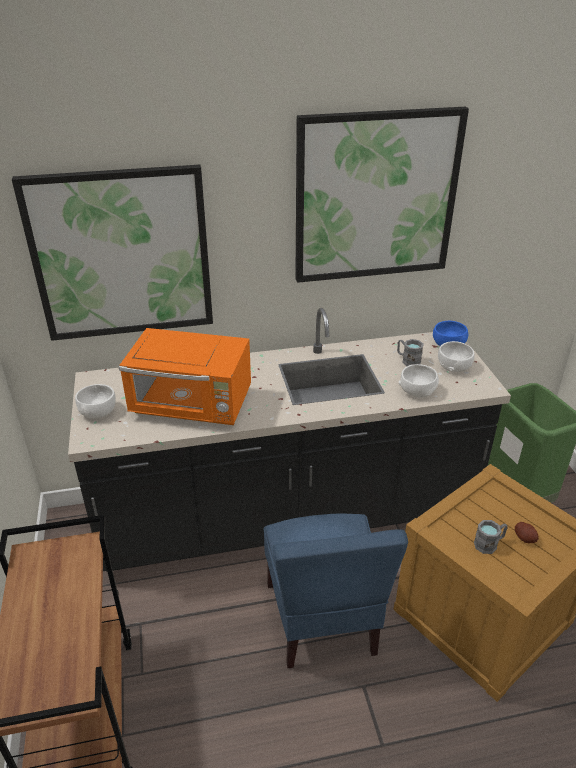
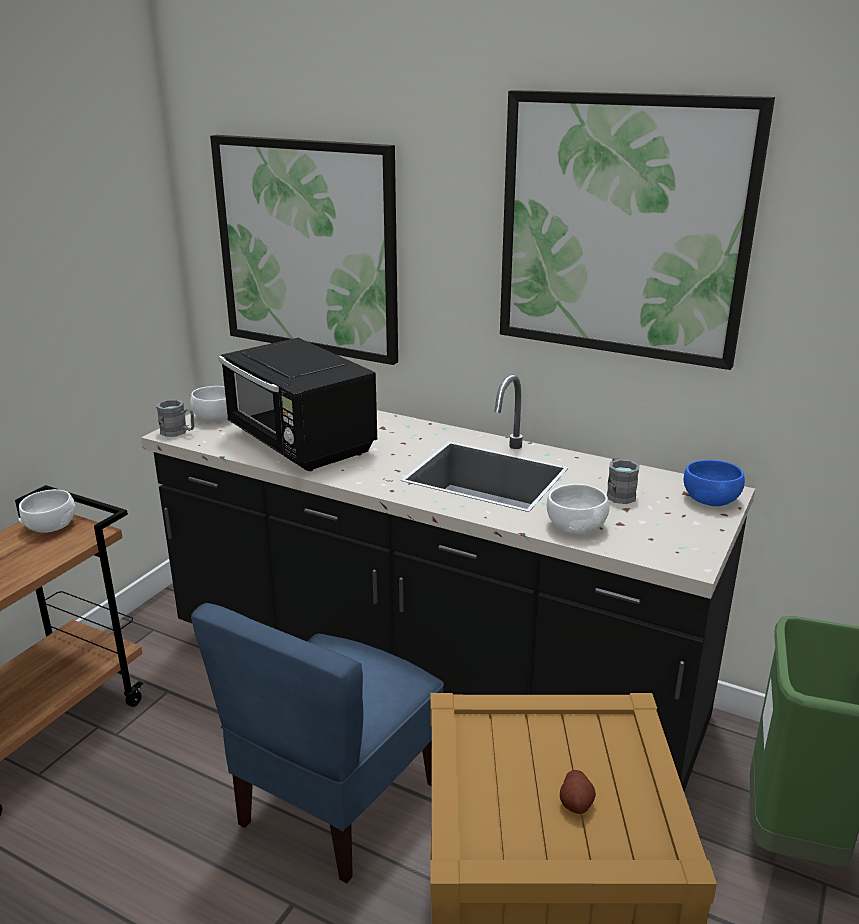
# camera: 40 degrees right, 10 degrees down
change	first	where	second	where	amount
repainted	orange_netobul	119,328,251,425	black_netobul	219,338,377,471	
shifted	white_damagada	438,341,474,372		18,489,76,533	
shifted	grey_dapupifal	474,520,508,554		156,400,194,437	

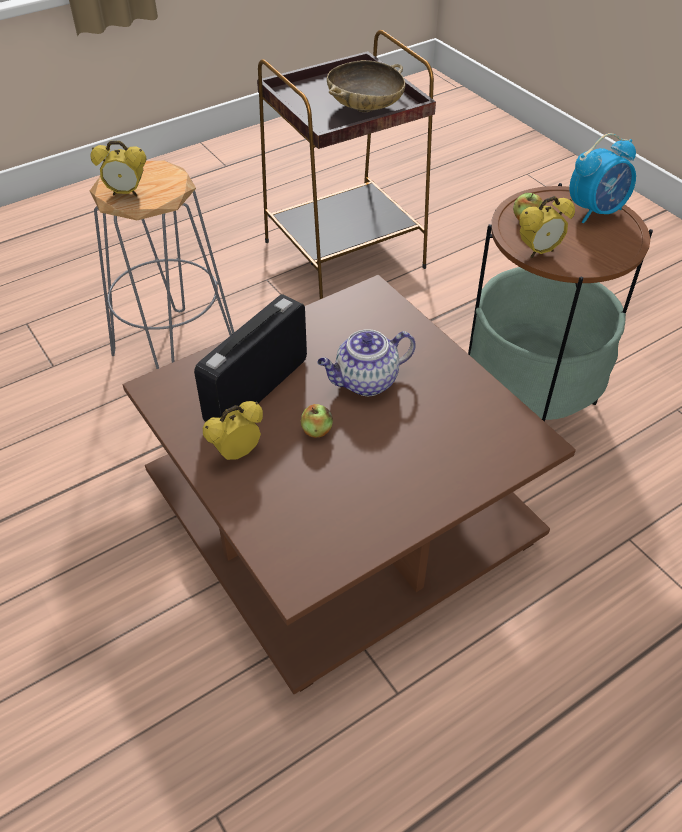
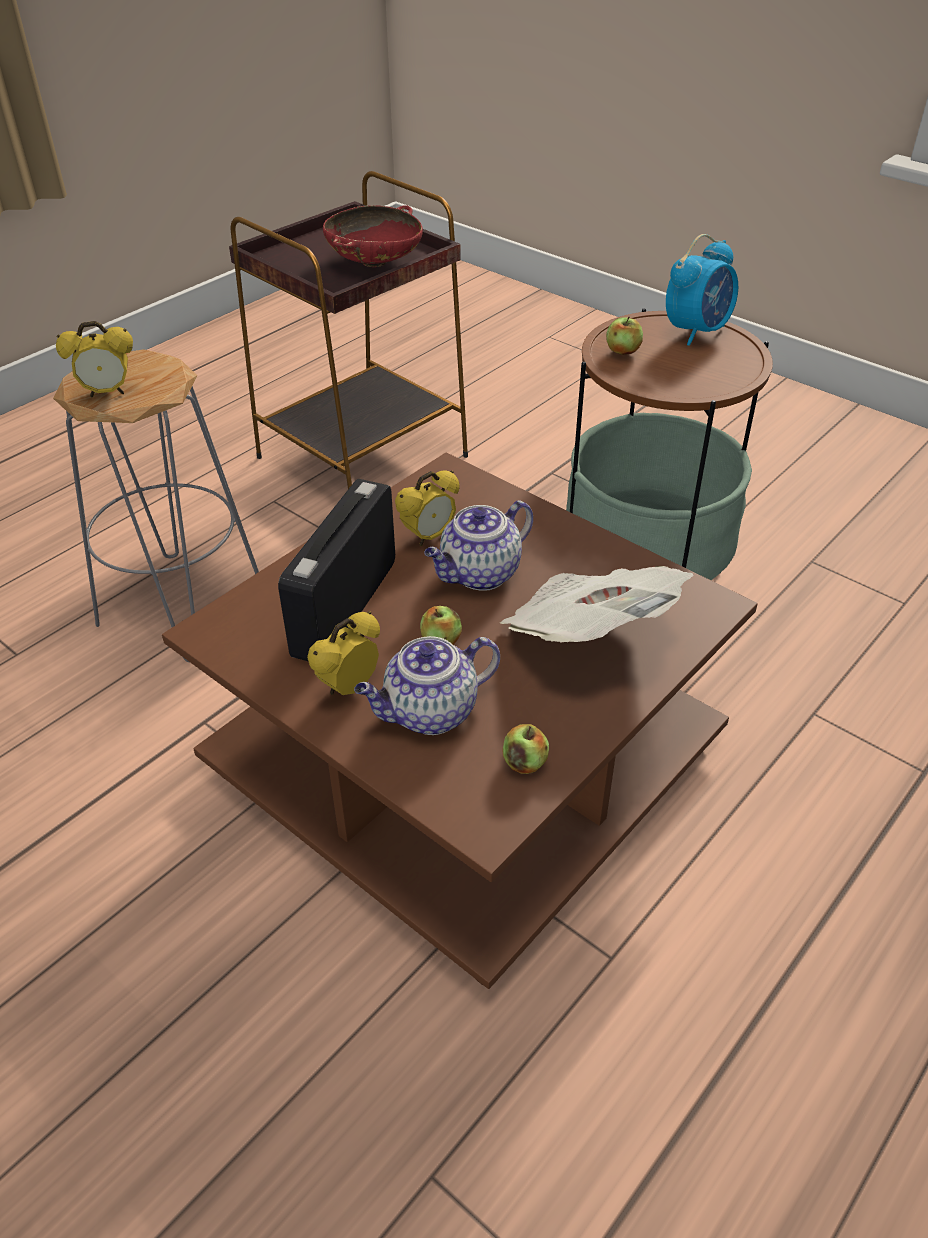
# camera: 15 degrees left, 5 degrees down
change	first	where	second	where	amount
repainted	beige_damagada	327,60,405,112	red_damagada	323,205,423,267	
shifted	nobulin	519,196,575,258		395,470,460,546	
new			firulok	500,566,694,642	
new			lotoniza	354,636,500,735	
new			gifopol	502,724,549,774	

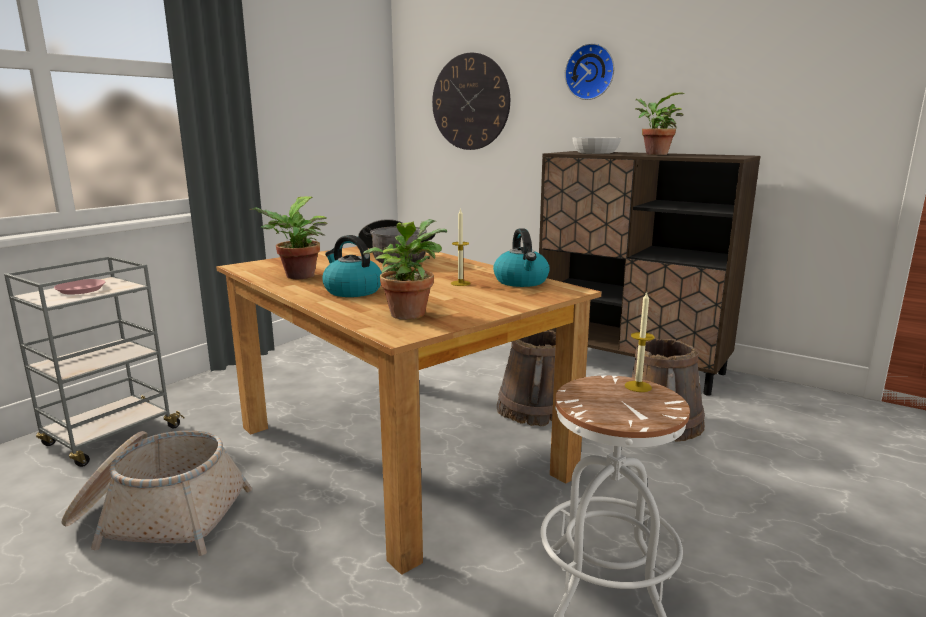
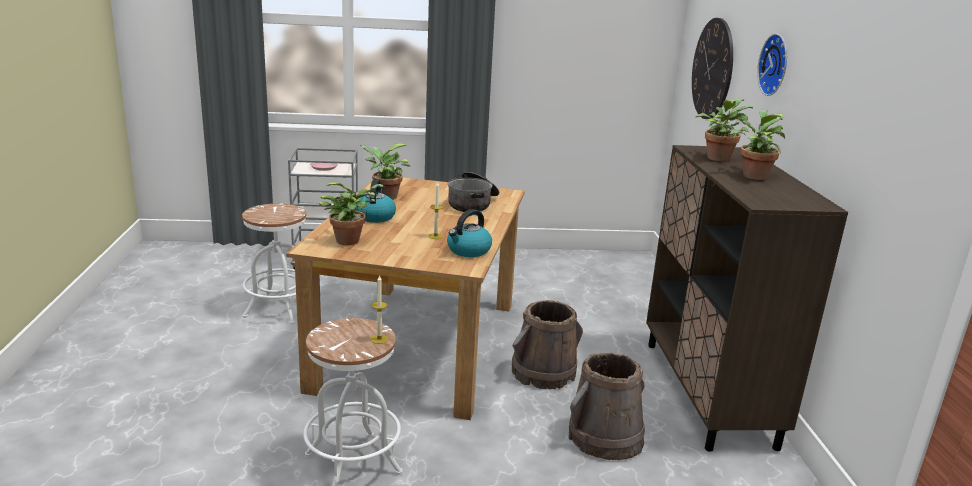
# camera: 50 degrees right, 5 degrees up
change	first	where	second	where	amount
swapped	white_damagada	572,137,621,154	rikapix	695,98,753,162	
swapped	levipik	61,430,252,556	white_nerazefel	242,203,306,325	

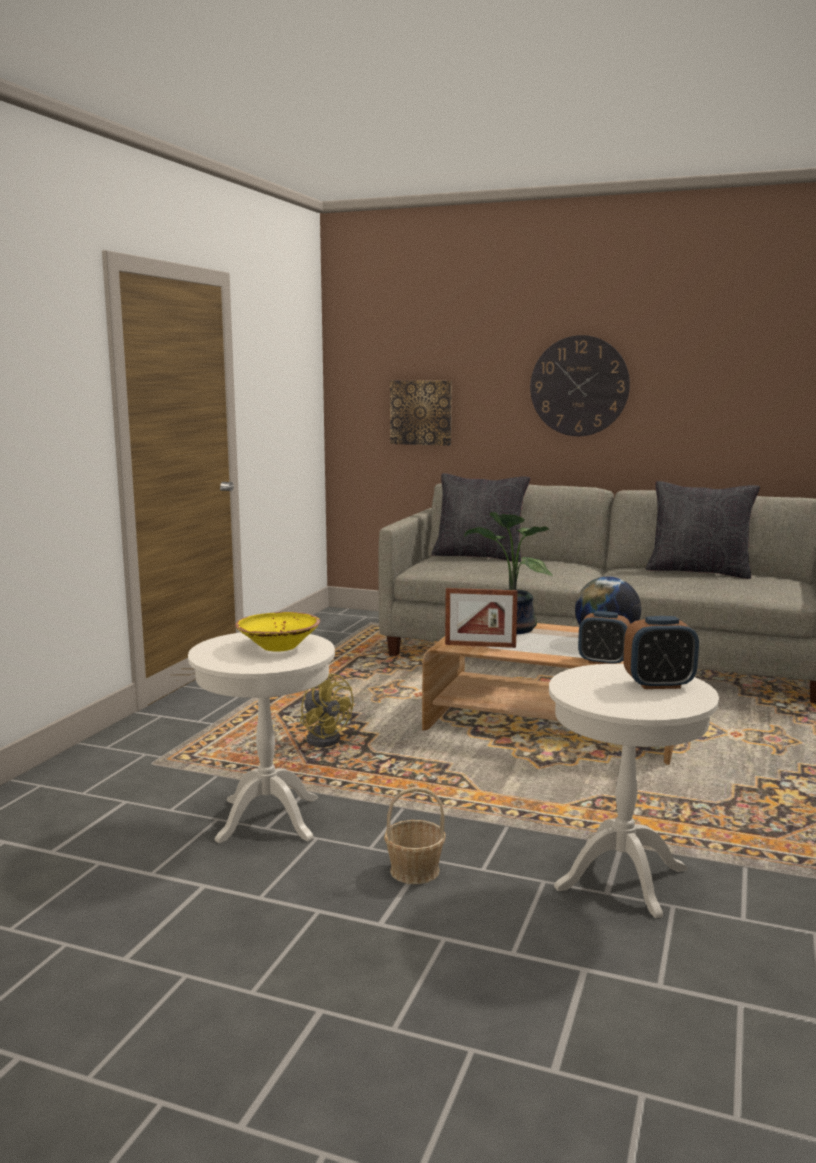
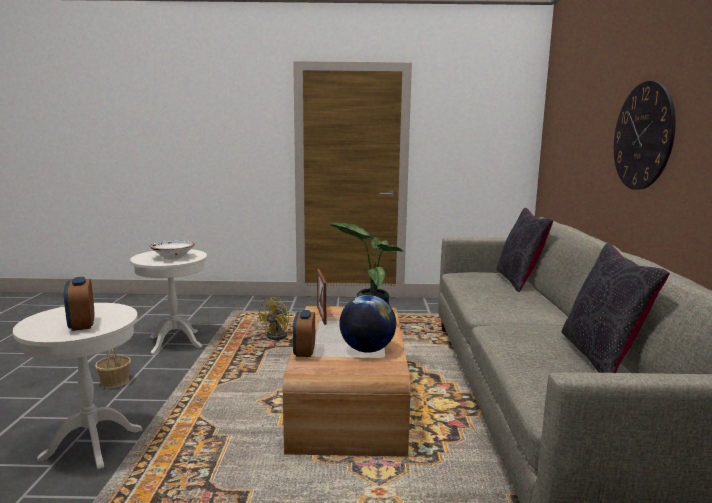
# camera: 70 degrees right, 0 degrees up
change	first	where	second	where	amount
gone	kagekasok	390,380,452,446			
repainted	yellow_damagada	236,612,320,652	white_damagada	150,241,195,259	

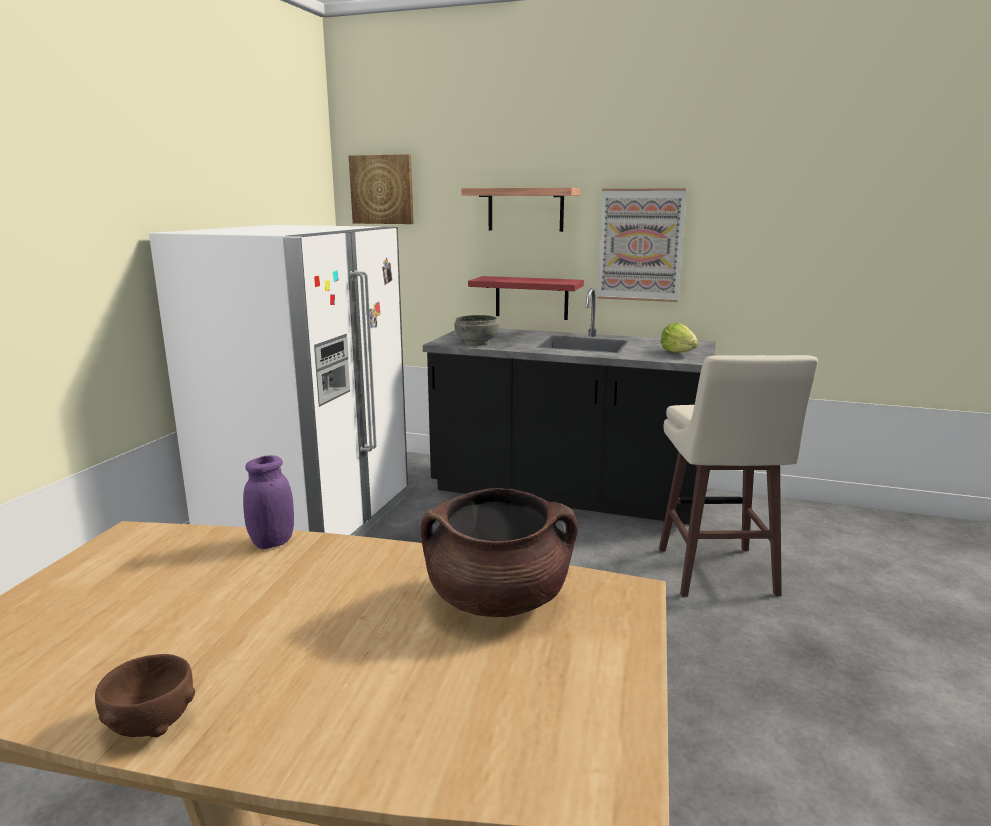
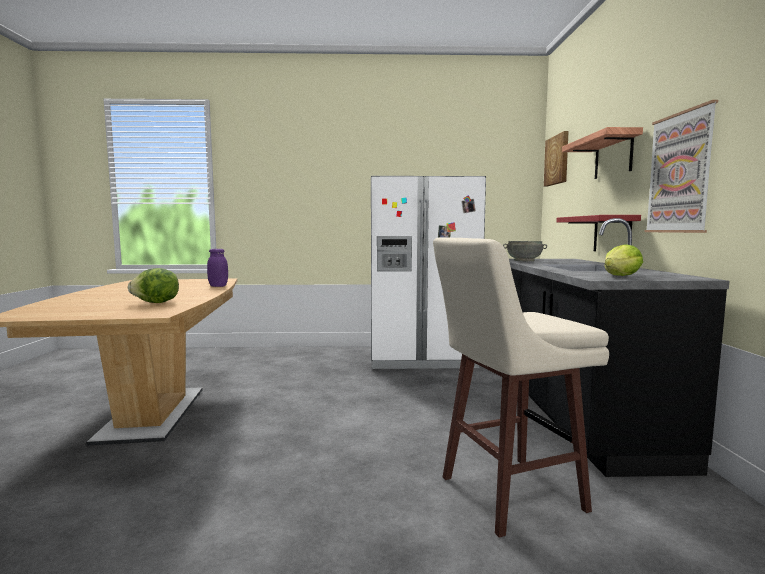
# camera: 70 degrees right, 10 degrees down
change	first	where	second	where	amount
swapped	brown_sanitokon	421,488,578,617	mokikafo	128,268,179,303	
gone	brown_damagada	95,654,195,737			

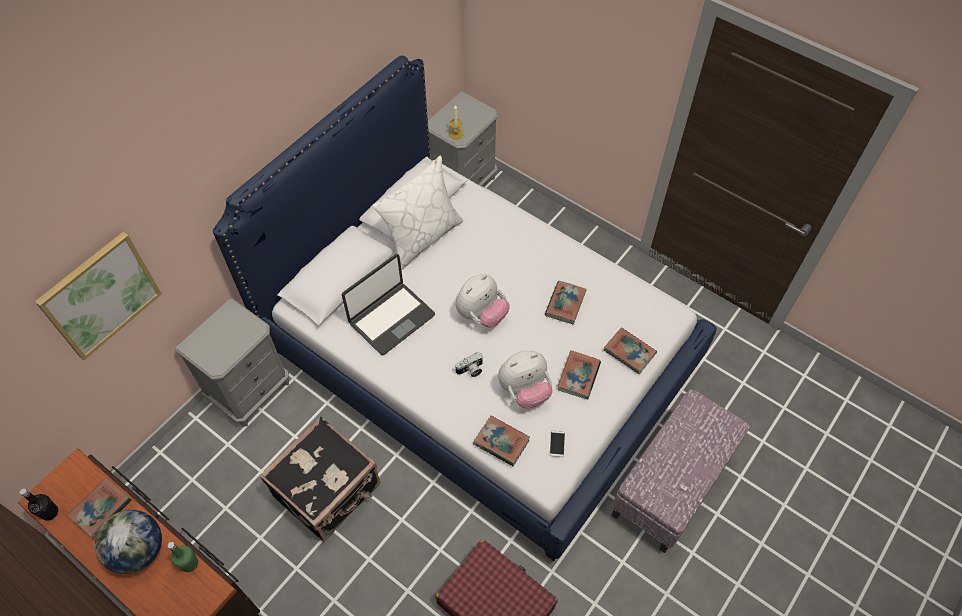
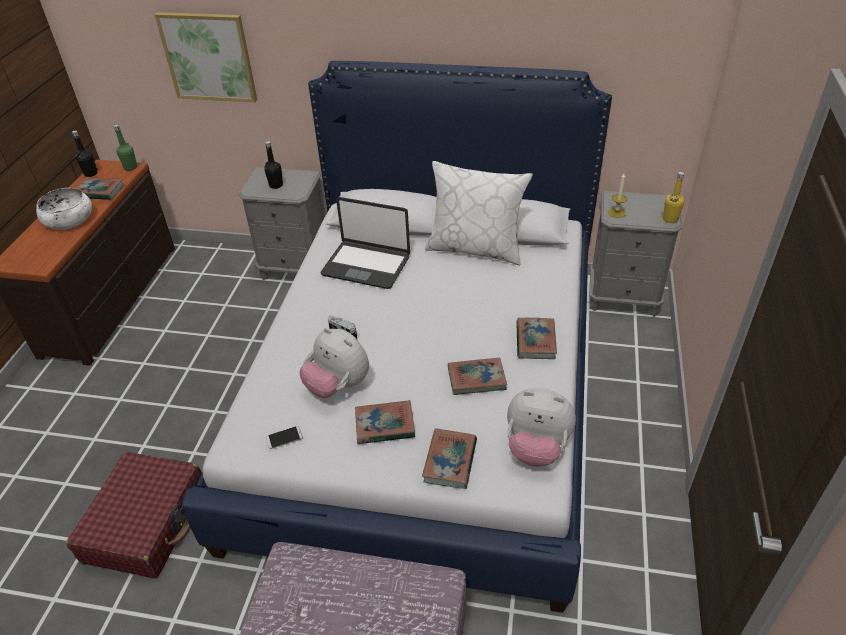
# camera: 65 degrees right, 15 degrees down
change	first	where	second	where	amount
shifted	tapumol	455,274,510,328		507,388,576,467	
shifted	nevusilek	473,416,530,466		516,318,557,359	
gone	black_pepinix	260,417,380,542			
swapped	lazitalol	95,510,162,574	white_damagada	36,188,92,230	
shifted	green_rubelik	167,542,198,572		114,124,137,171	
new			black_rubelik	264,141,283,189	
new			yellow_rubelik	663,172,685,223	

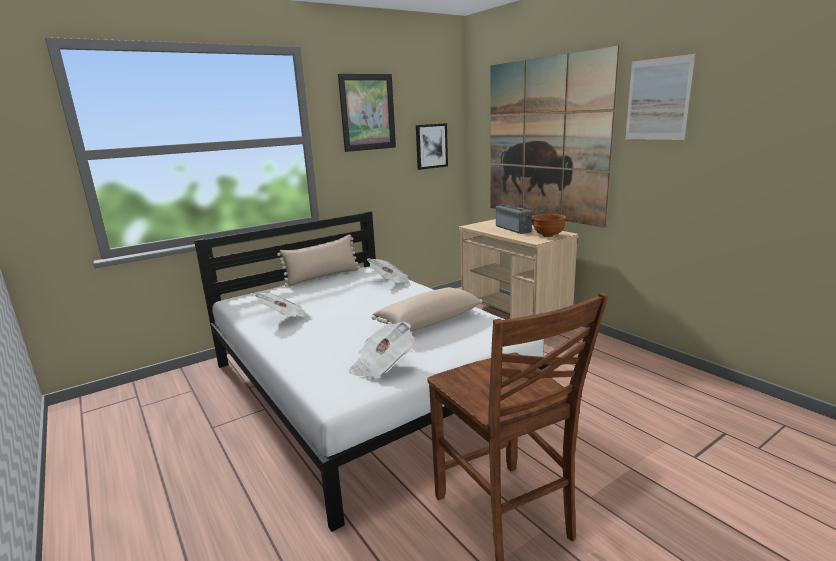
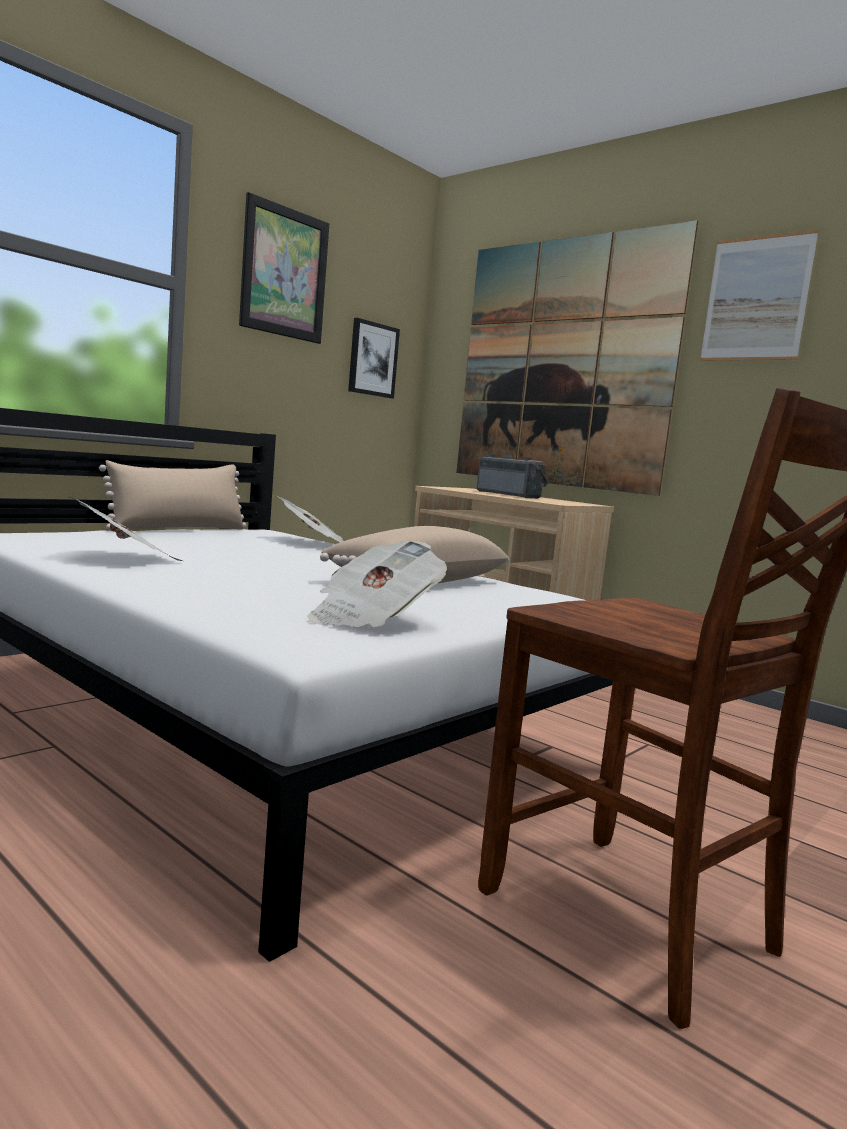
# camera: 15 degrees left, 10 degrees down
change	first	where	second	where	amount
gone	brown_damagada	532,214,567,237			

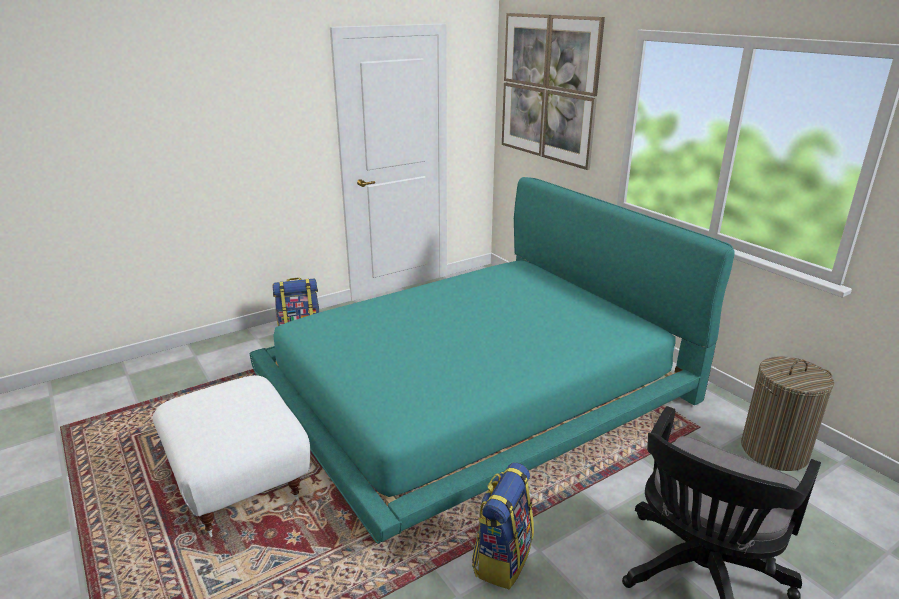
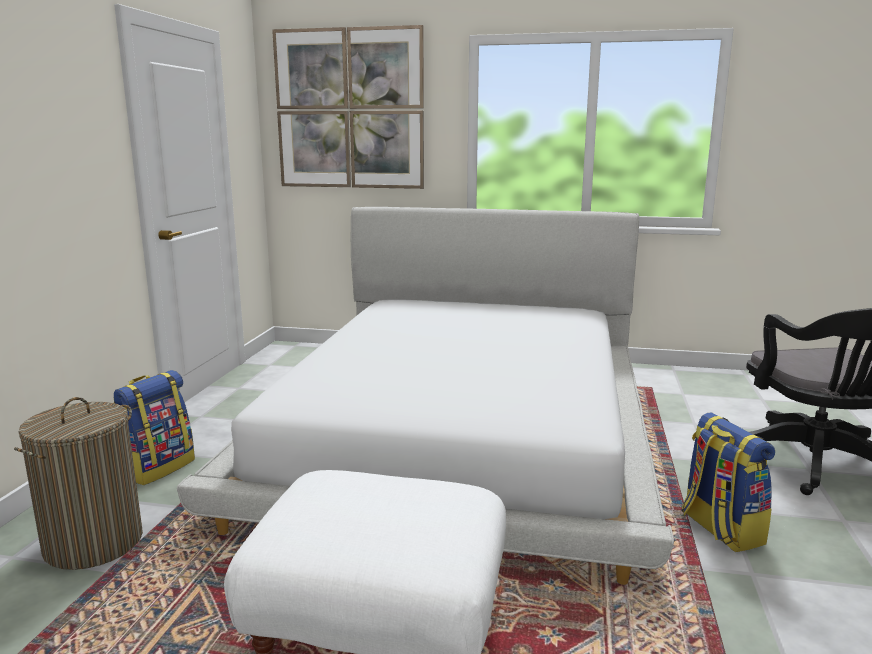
# camera: 45 degrees left, 10 degrees down
change	first	where	second	where	amount
repainted	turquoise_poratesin	250,177,735,544	white_poratesin	177,207,674,585	
shifted	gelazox	741,356,834,471		14,397,143,570	

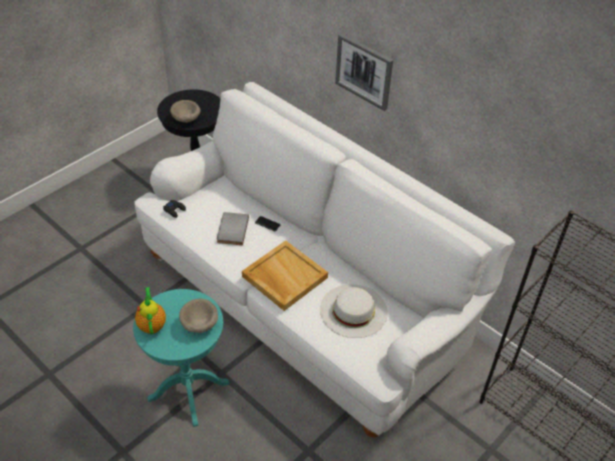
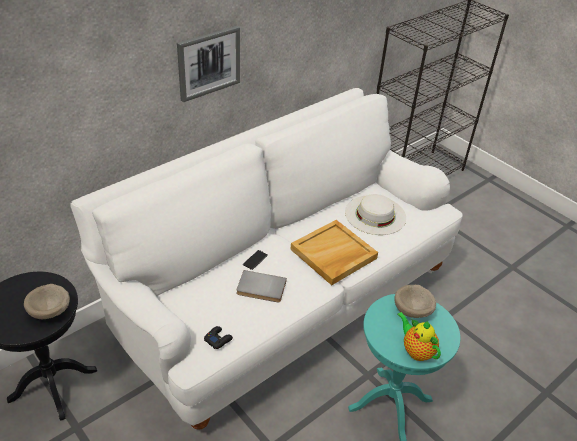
# camera: 85 degrees left, 5 degrees down
change	first	where	second	where	amount
rotated	lotoniza	135,287,166,335		397,312,441,361	60 degrees clockwise

